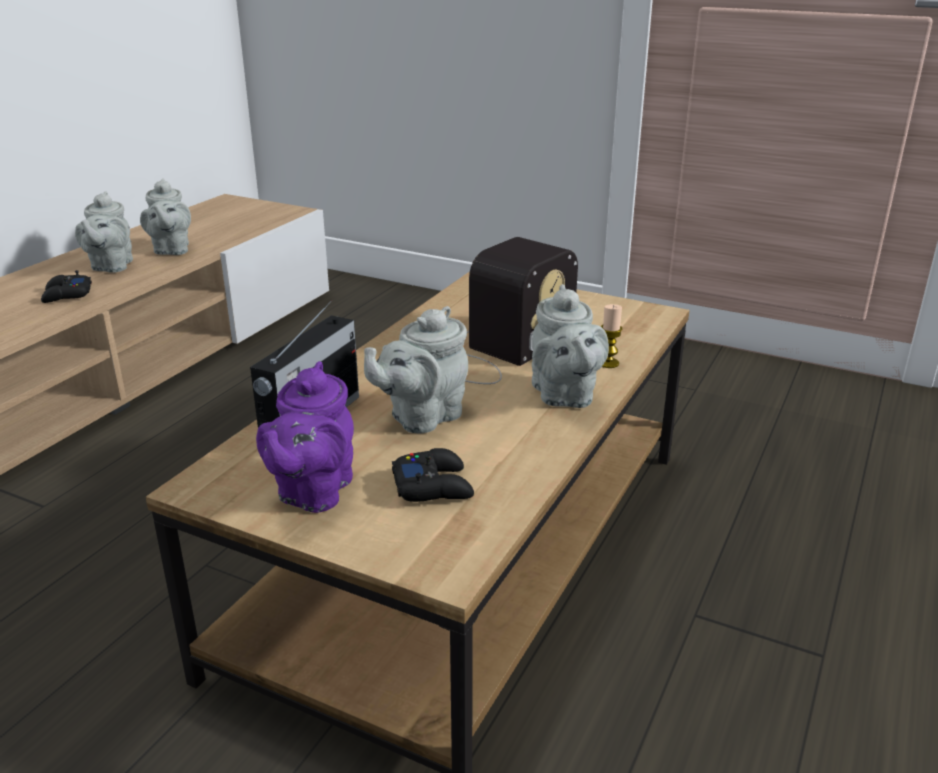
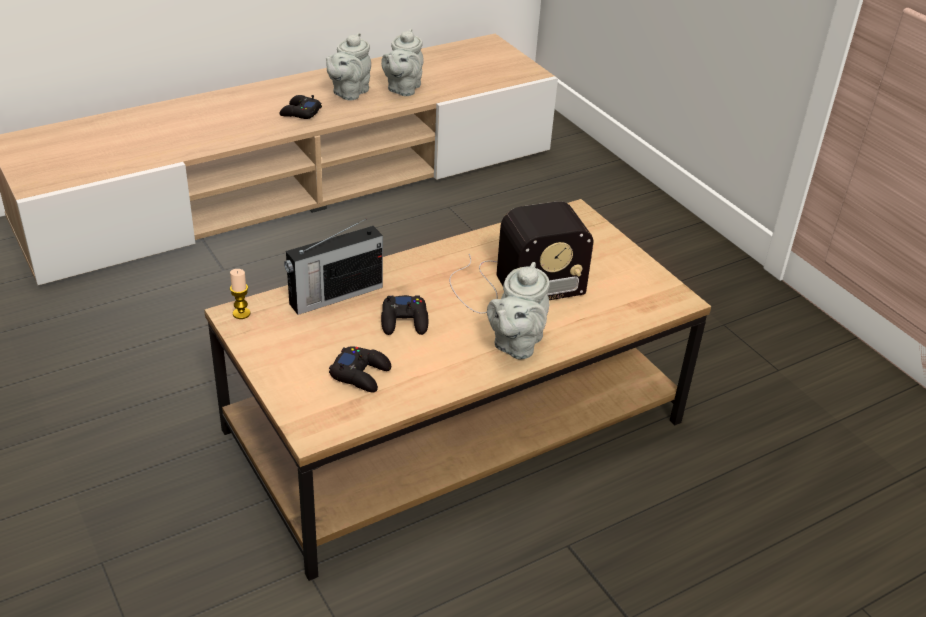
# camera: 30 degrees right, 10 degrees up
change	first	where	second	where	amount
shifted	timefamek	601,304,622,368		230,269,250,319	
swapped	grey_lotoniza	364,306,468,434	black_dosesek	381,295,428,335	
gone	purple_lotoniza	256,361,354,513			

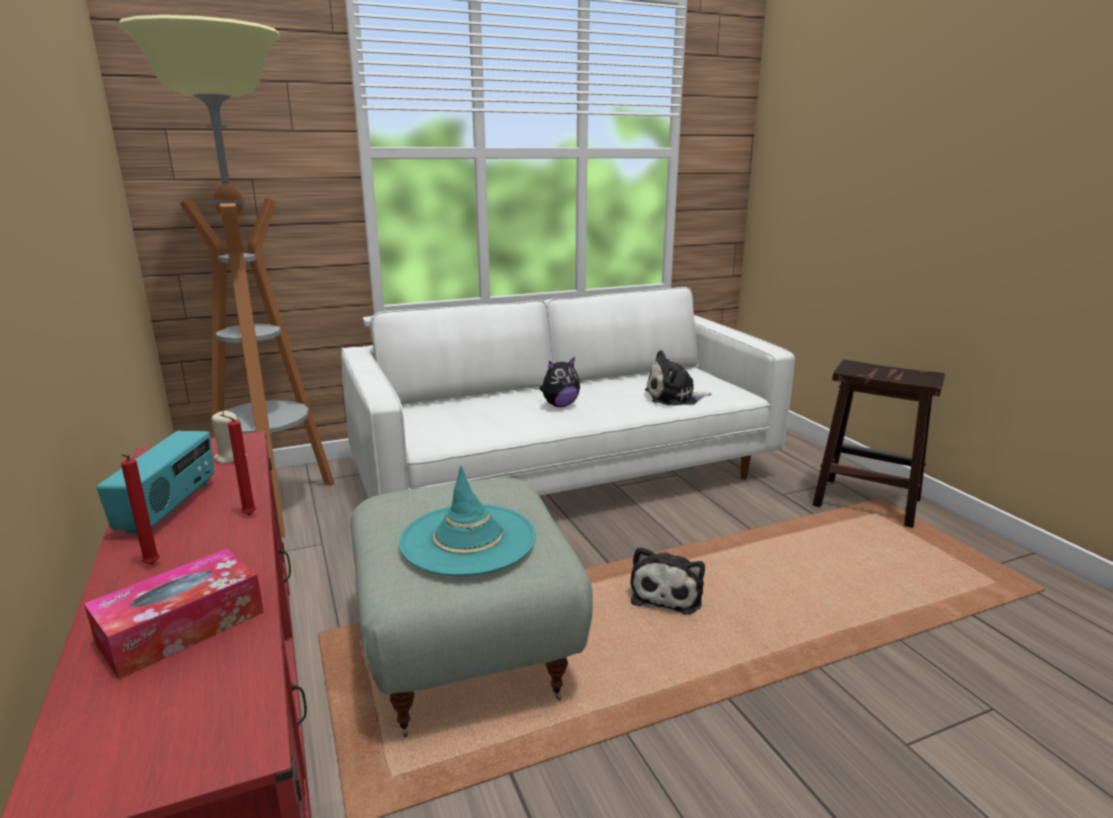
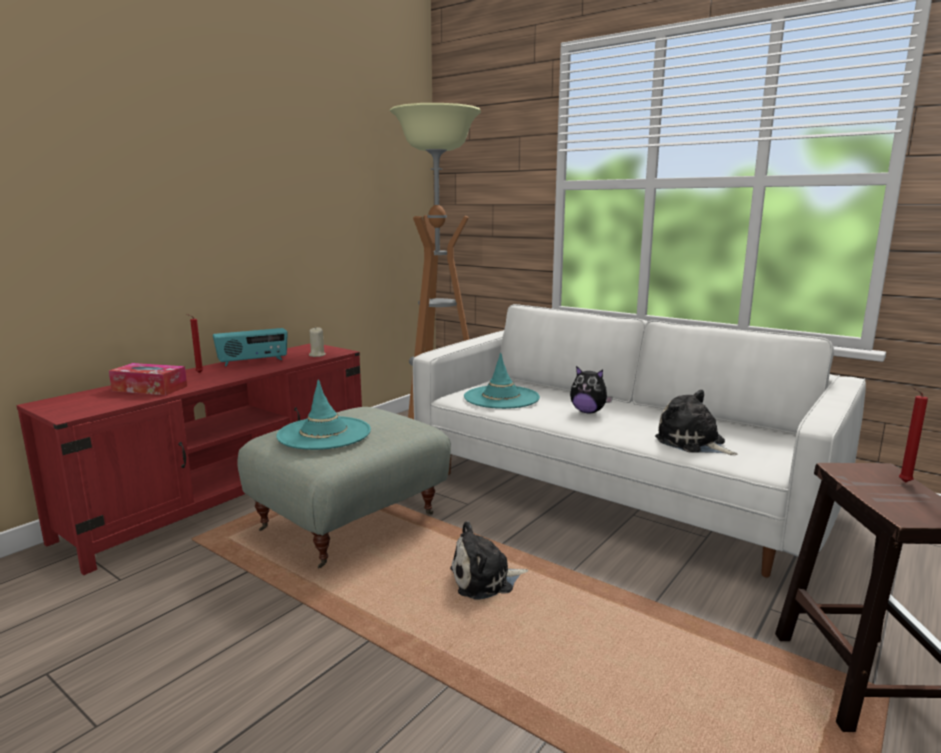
# camera: 60 degrees right, 5 degrees down
change	first	where	second	where	amount
shifted	red_timefamek	220,414,256,515		899,387,928,483	
new			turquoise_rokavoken	464,352,540,409	

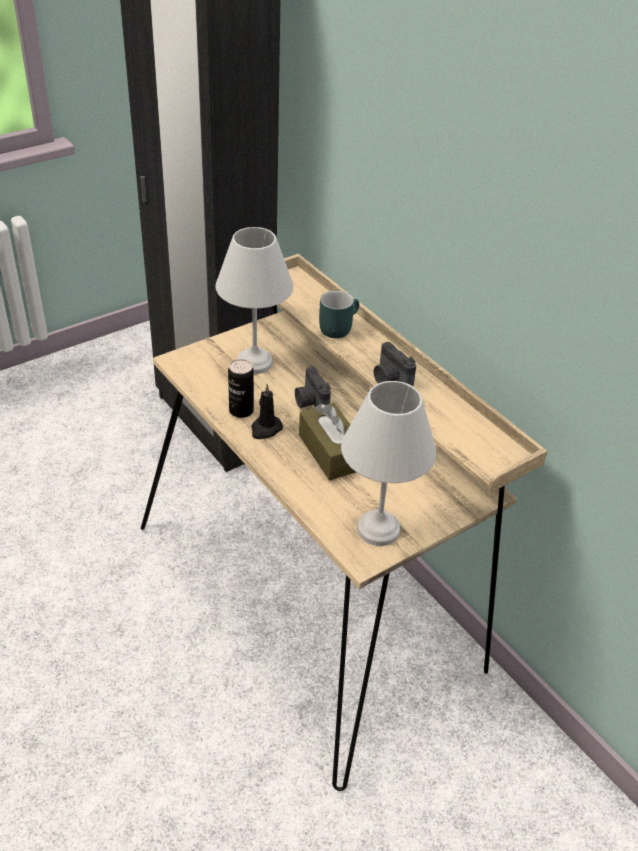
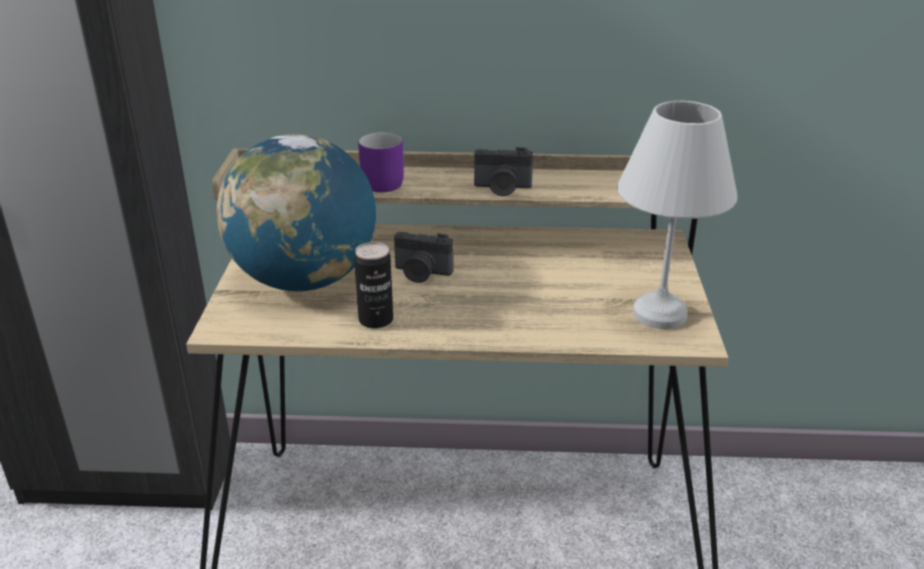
# camera: 50 degrees left, 10 degrees down
change	first	where	second	where	amount
swapped	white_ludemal	216,227,293,374	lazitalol	217,134,376,291	
repainted	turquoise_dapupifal	319,291,359,338	purple_dapupifal	358,132,404,192	
gone	black_timefamek	251,384,283,439			
gone	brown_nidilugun	299,403,356,480			

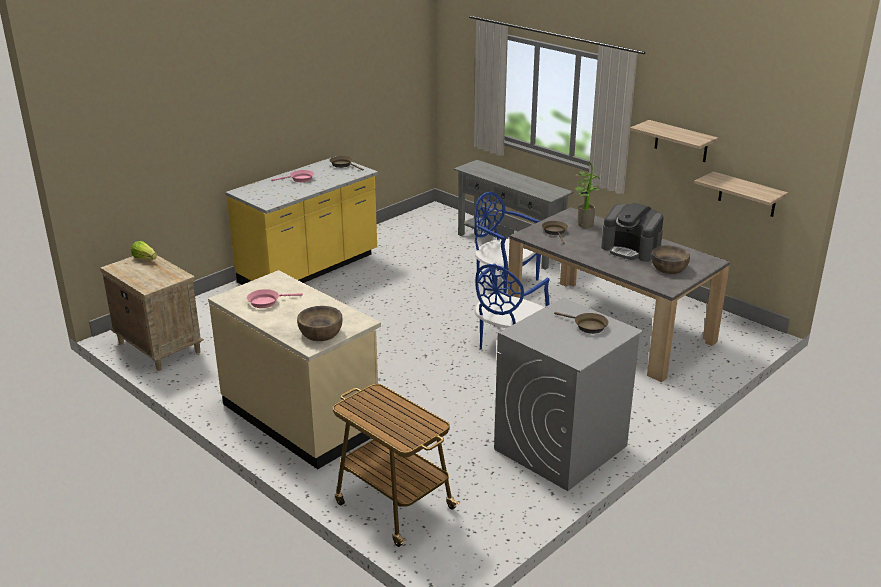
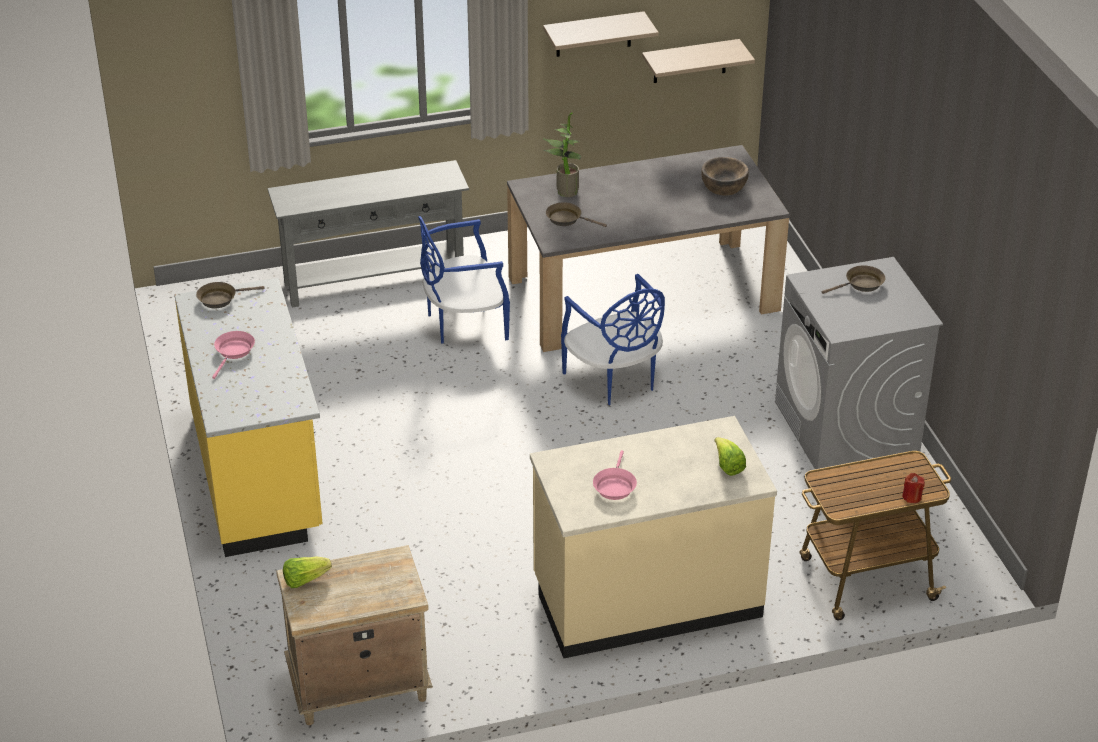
# camera: 60 degrees left, 10 degrees up
change	first	where	second	where	amount
gone	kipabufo	601,203,663,262			
swapped	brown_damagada	297,306,342,341	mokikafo	714,437,746,476	
new			red_timefamek	902,473,925,503	

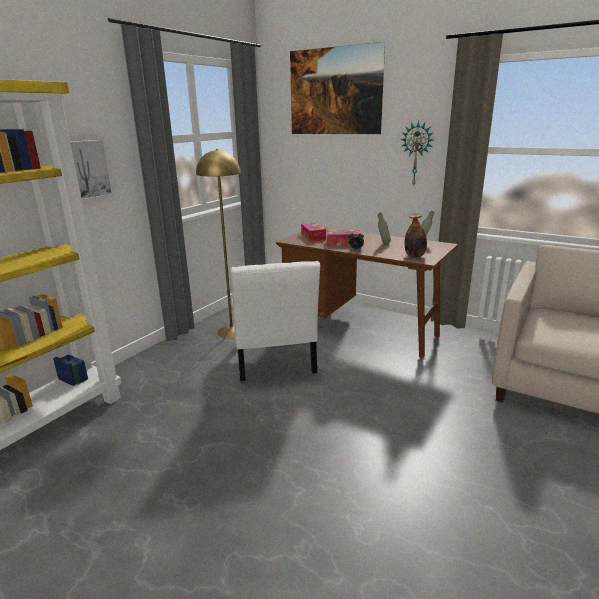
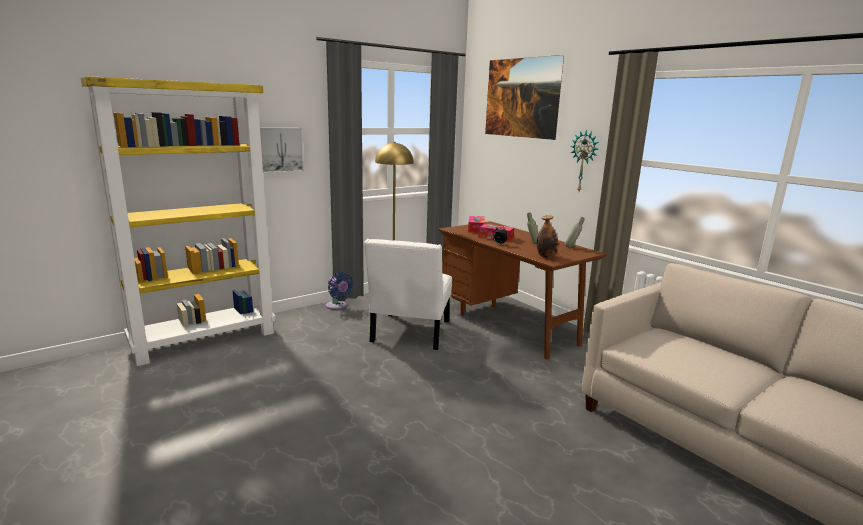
# camera: 20 degrees right, 5 degrees down
change	first	where	second	where	amount
new			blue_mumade	326,271,353,310	

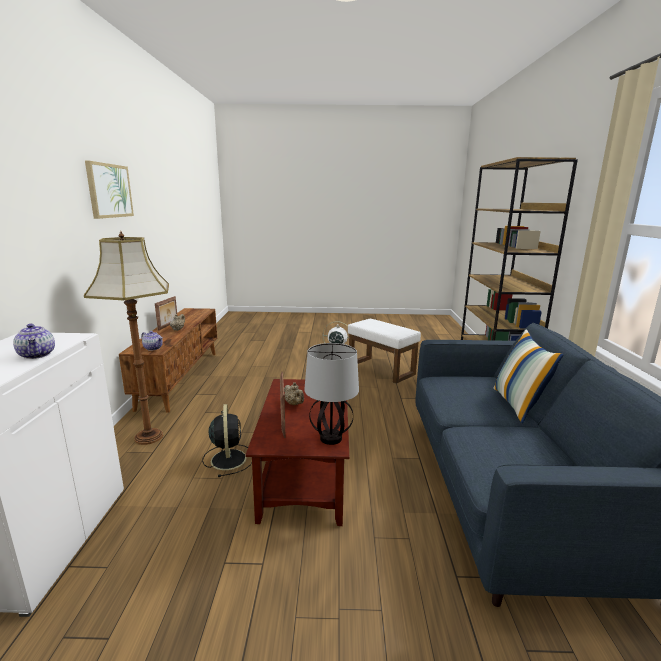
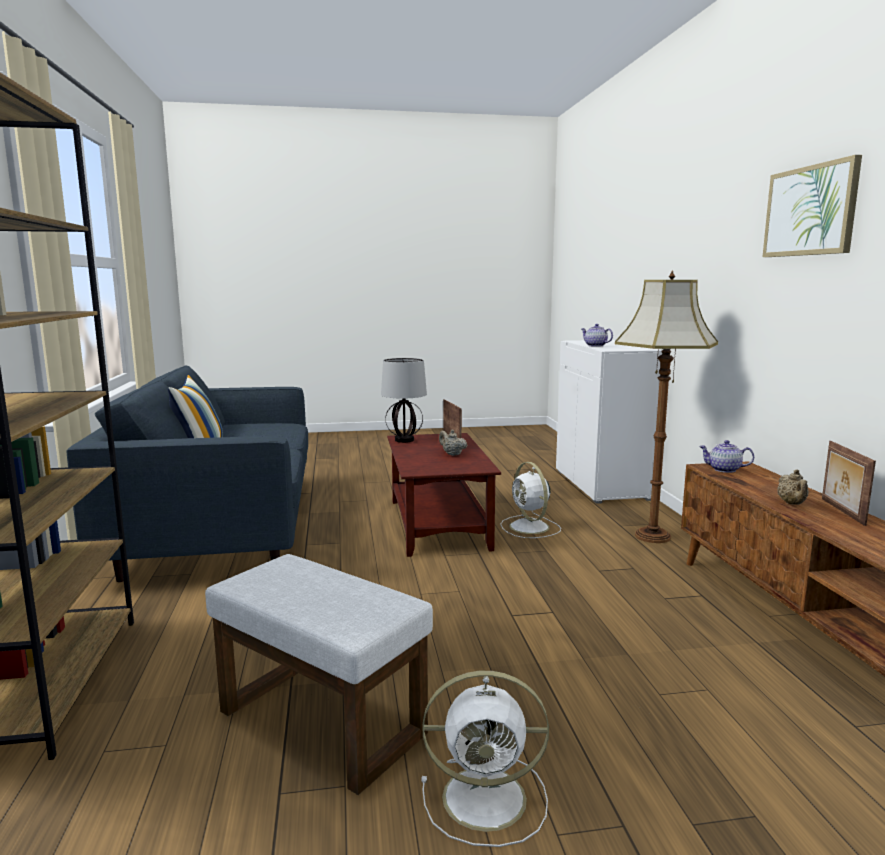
# camera: 170 degrees right, 5 degrees down
change	first	where	second	where	amount
repainted	black_mumade	202,404,252,477	white_mumade	500,462,561,538	

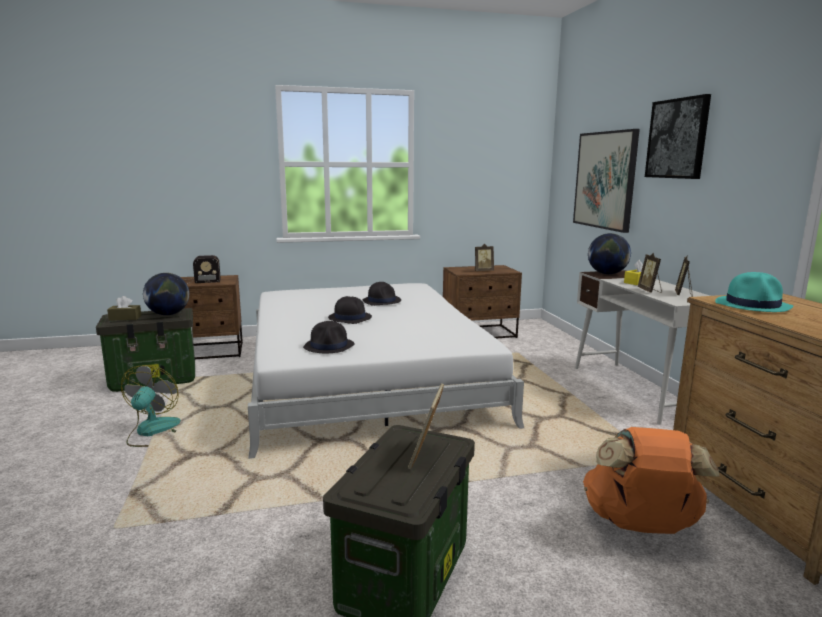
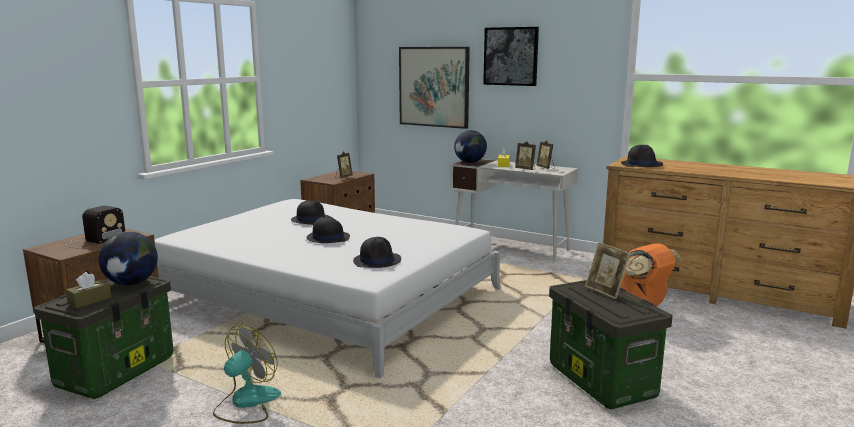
# camera: 45 degrees left, 0 degrees up
change	first	where	second	where	amount
repainted	turquoise_rokavoken	715,272,793,312	black_rokavoken	621,145,663,167	
rotated	mumade	121,365,181,447		213,325,281,424	75 degrees clockwise

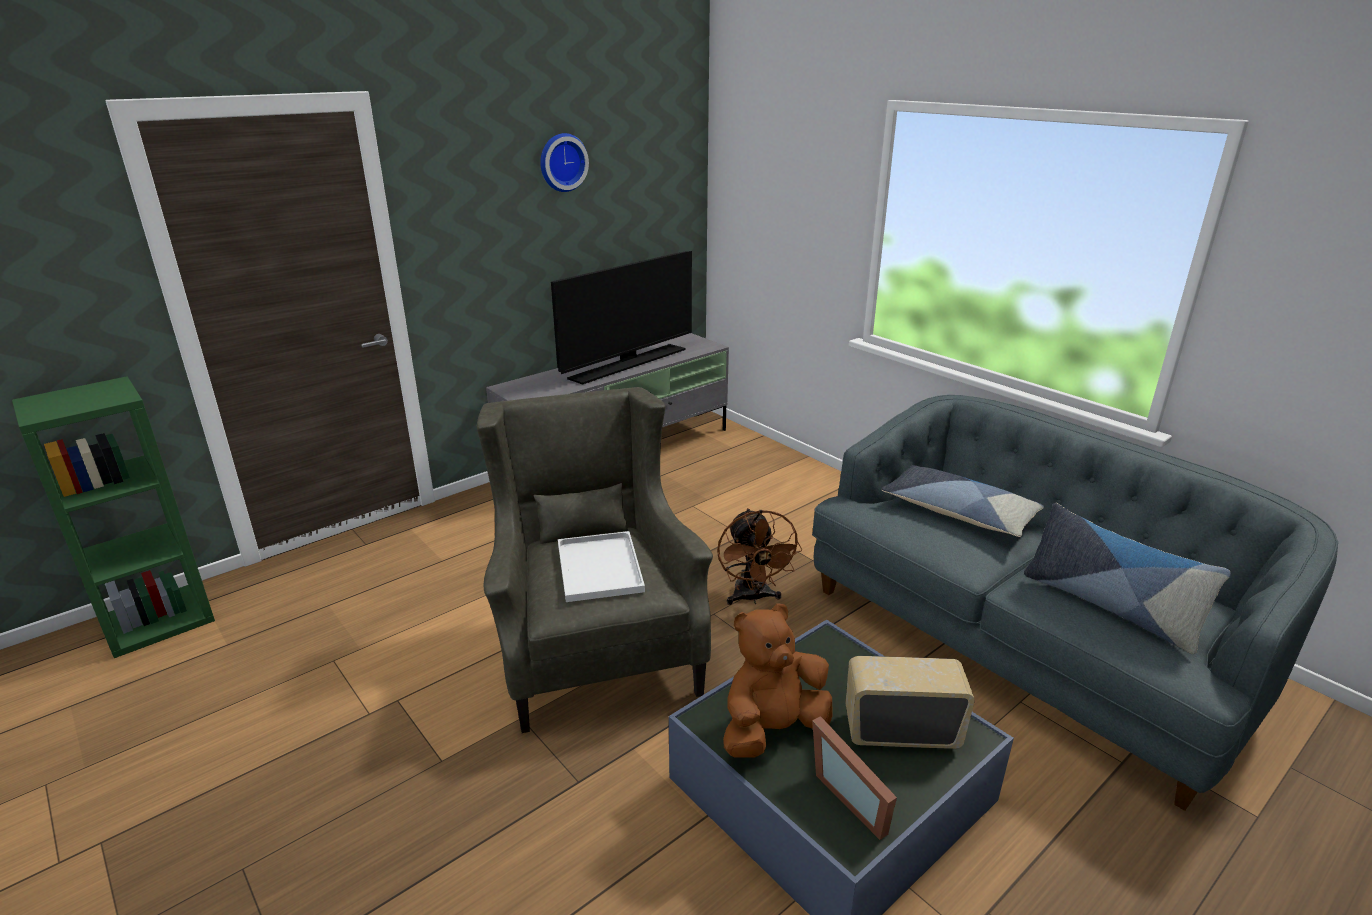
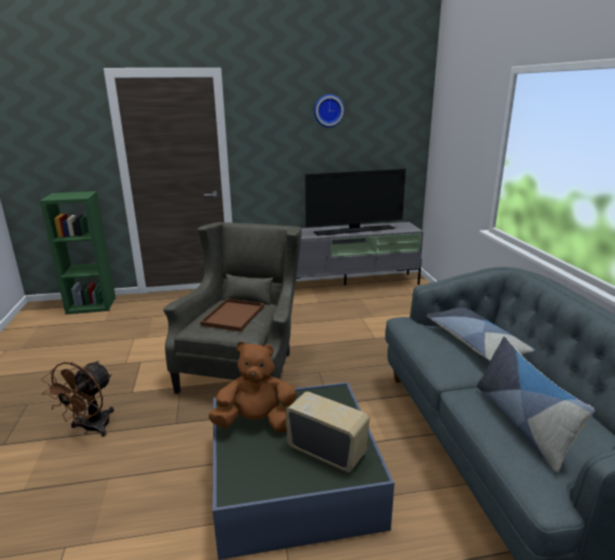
# camera: 30 degrees right, 5 degrees down
change	first	where	second	where	amount
shifted	brown_mumade	717,508,802,605		42,361,114,437	
repainted	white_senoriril	558,531,645,602	brown_senoriril	200,299,264,332	
gone	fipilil	812,716,897,840			

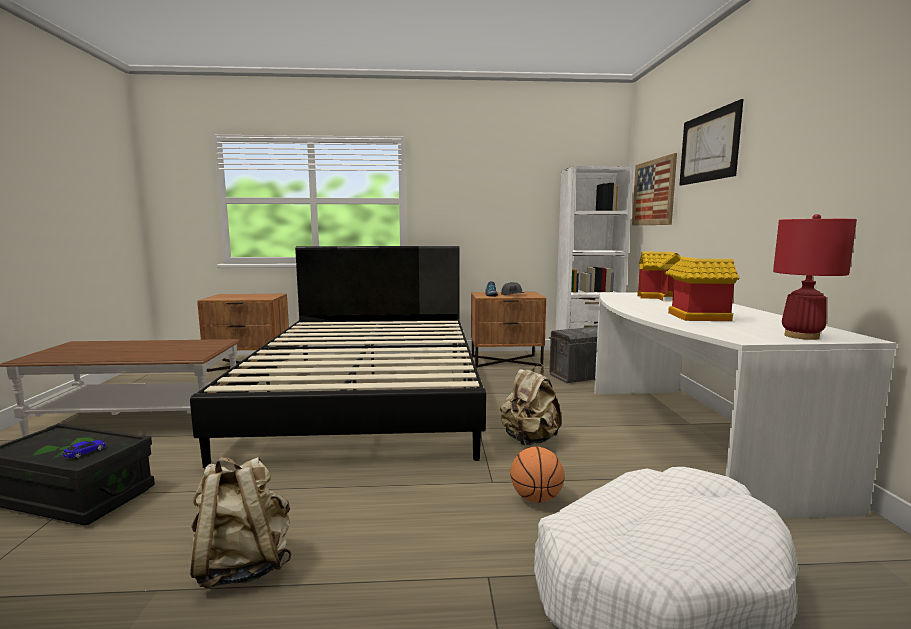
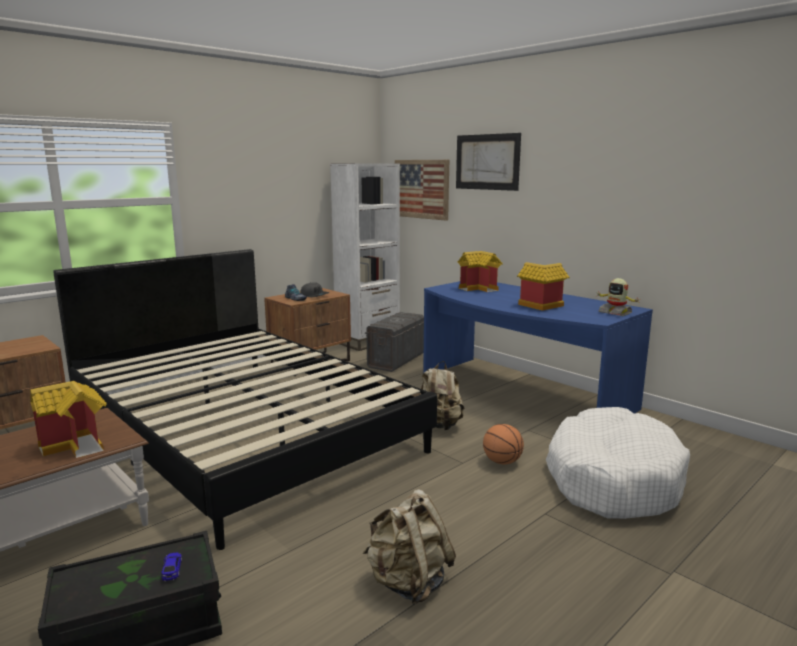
# camera: 40 degrees left, 5 degrees up
change	first	where	second	where	amount
swapped	red_ludemal	773,214,857,340	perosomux	595,278,641,316	
repainted	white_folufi	594,292,897,519	blue_folufi	423,281,653,414	
new			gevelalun	30,381,107,458	

